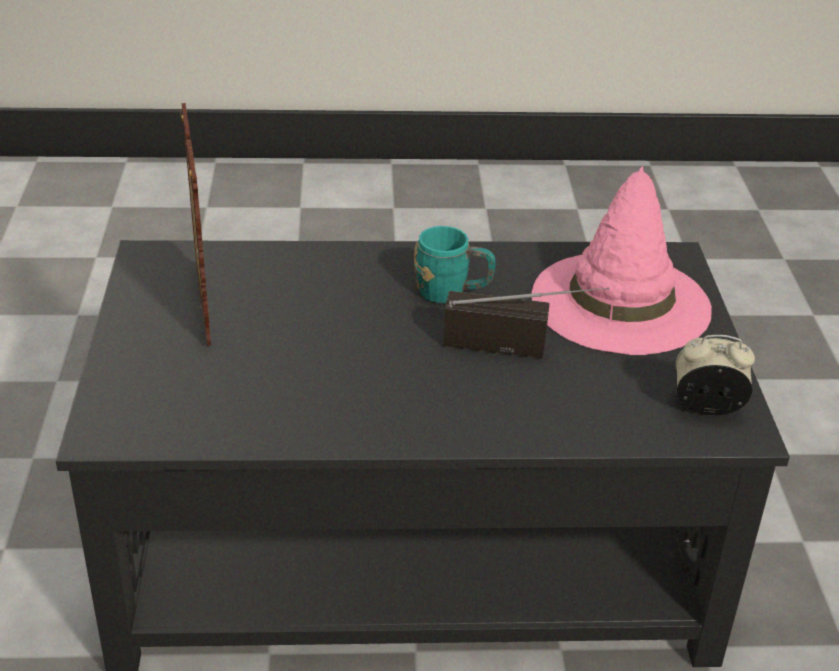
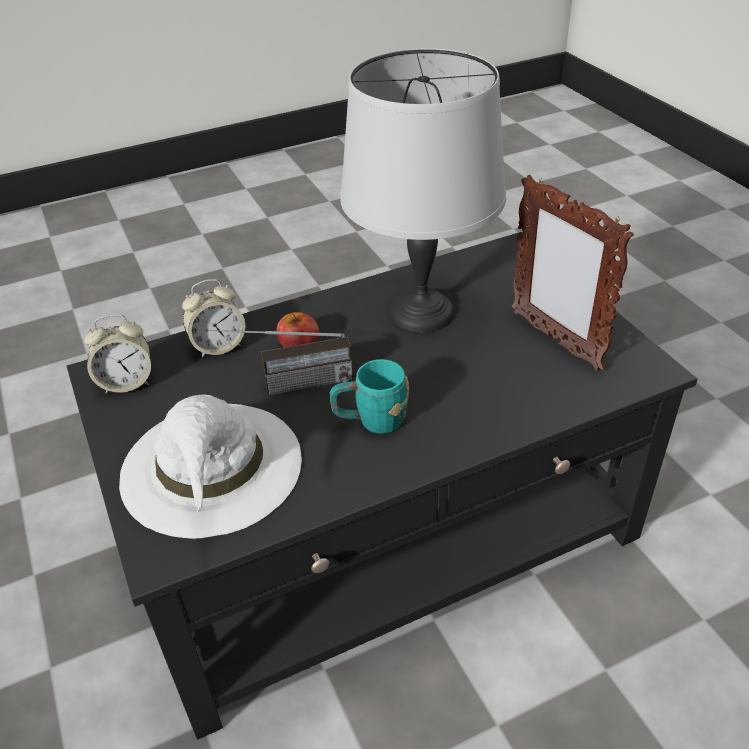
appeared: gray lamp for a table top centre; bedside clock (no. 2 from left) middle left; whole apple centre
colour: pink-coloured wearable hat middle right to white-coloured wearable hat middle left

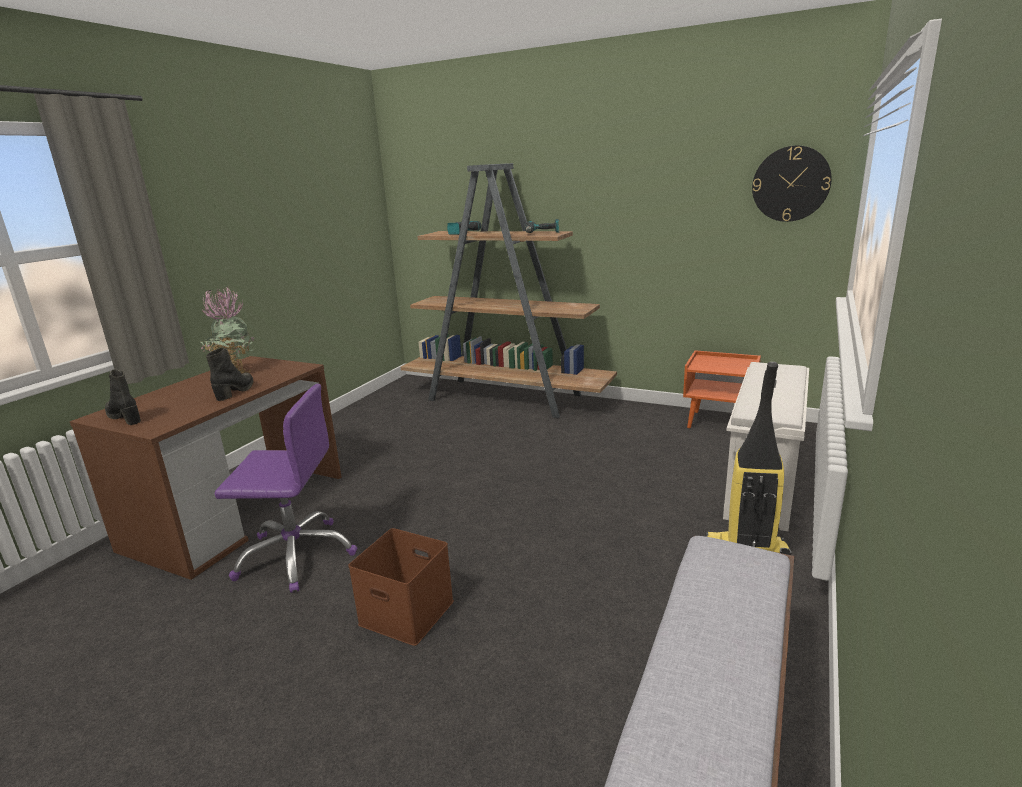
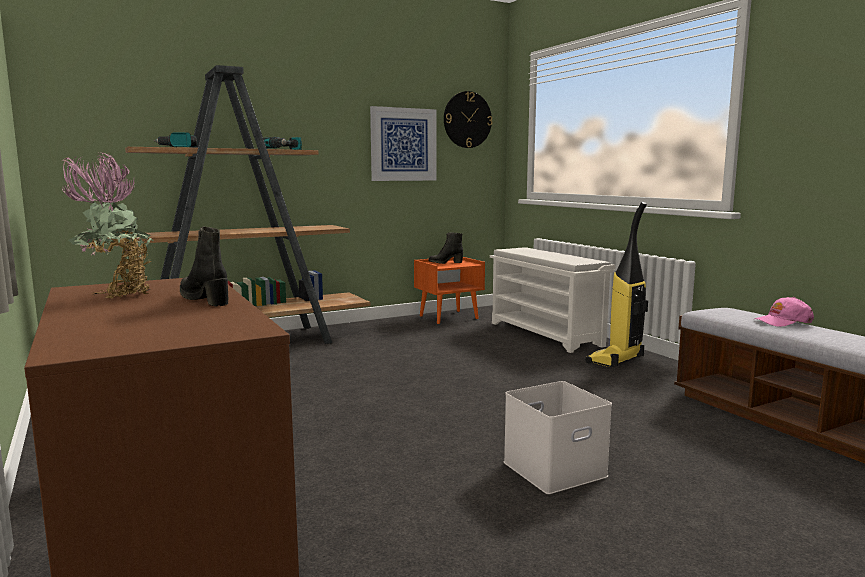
missing: purple desk chair middle left
appeared: wall art top centre; pink-coloured peaked cap middle right
relocated: black boot (no. 1 from left in the first image) middle left to black boot (no. 2 from left) centre
colour: brownish storage box bottom centre to white-coloured storage box bottom centre

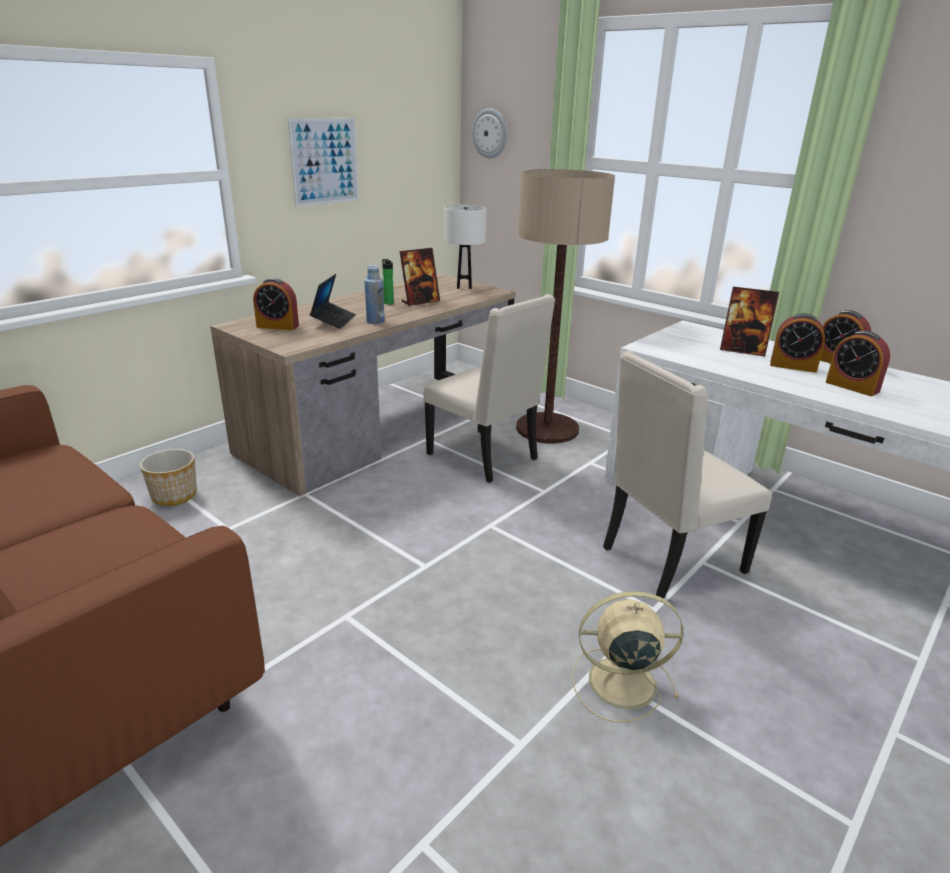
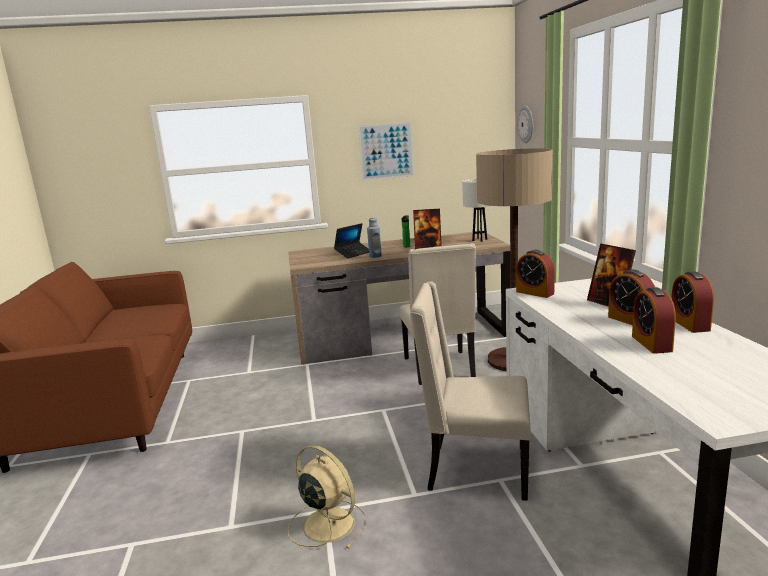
missing: flower pot middle left
relocated: bedside clock (no. 1 from left) middle left to middle right

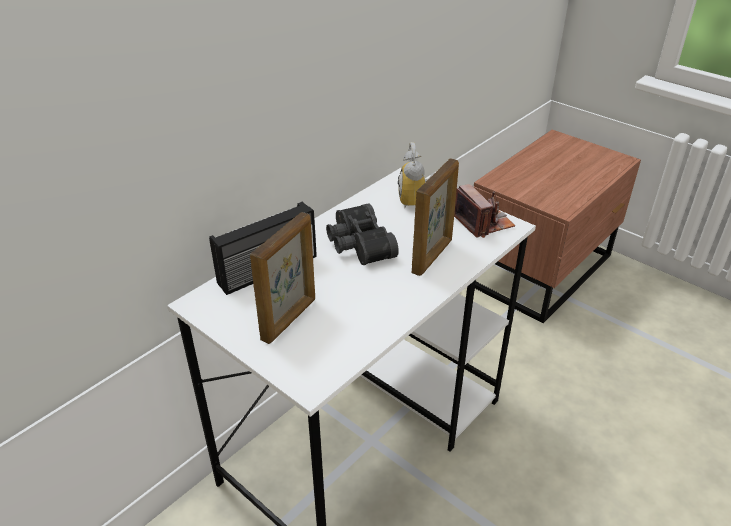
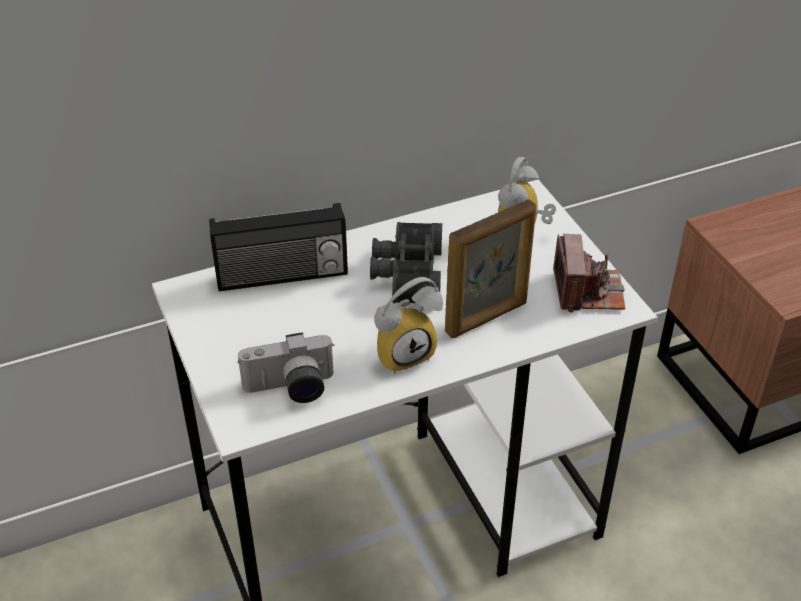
missing: standing frame (no. 1 from left) centre
appeared: bedside clock (no. 1 from left) centre; photo camera (no. 1 from left) centre

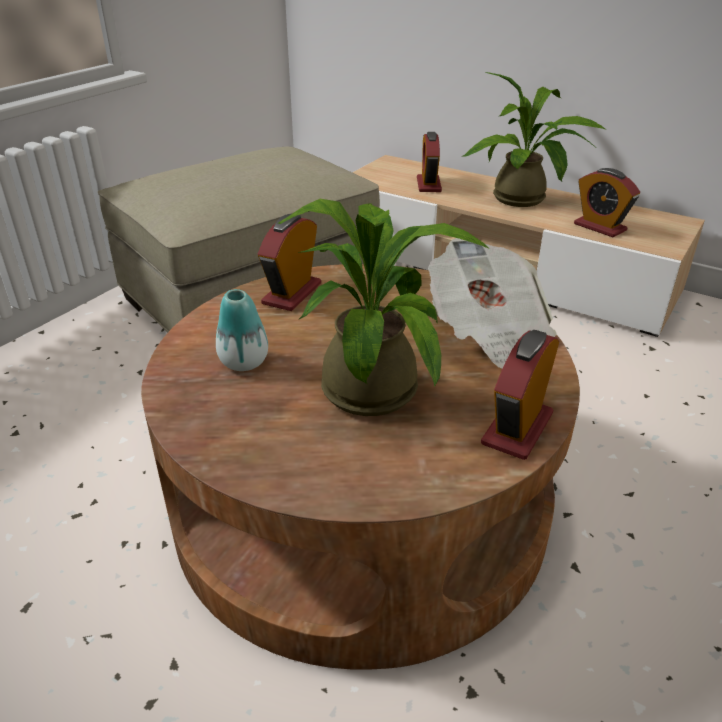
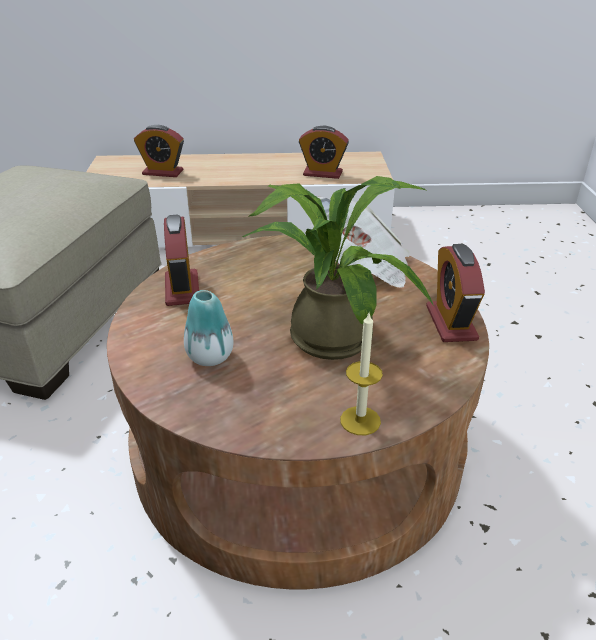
missing: potted plant (no. 2 from left) top right
appeared: candle centre
spun: bedside clock (no. 2 from left in the first image) top centre = top left 45 degrees counterclockwise

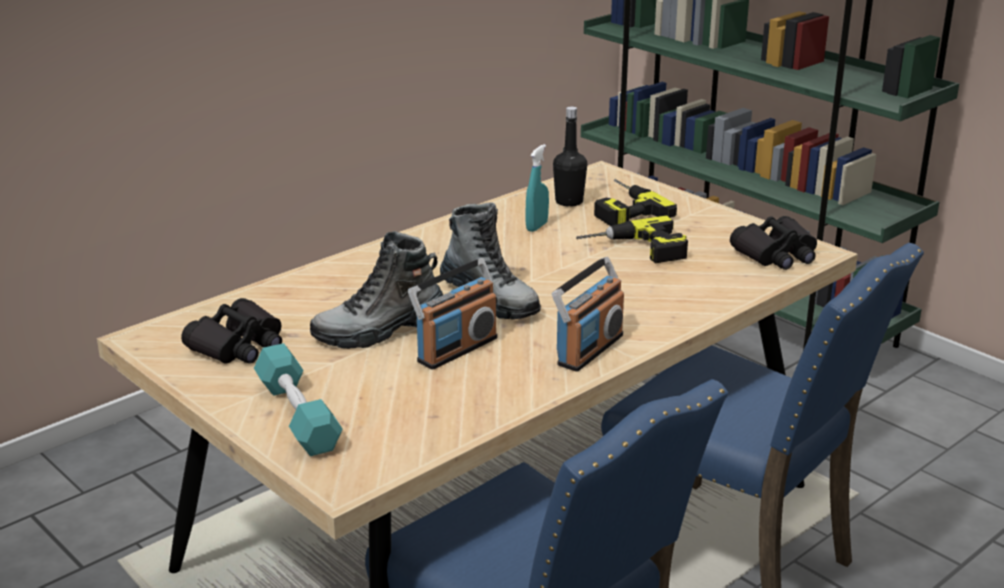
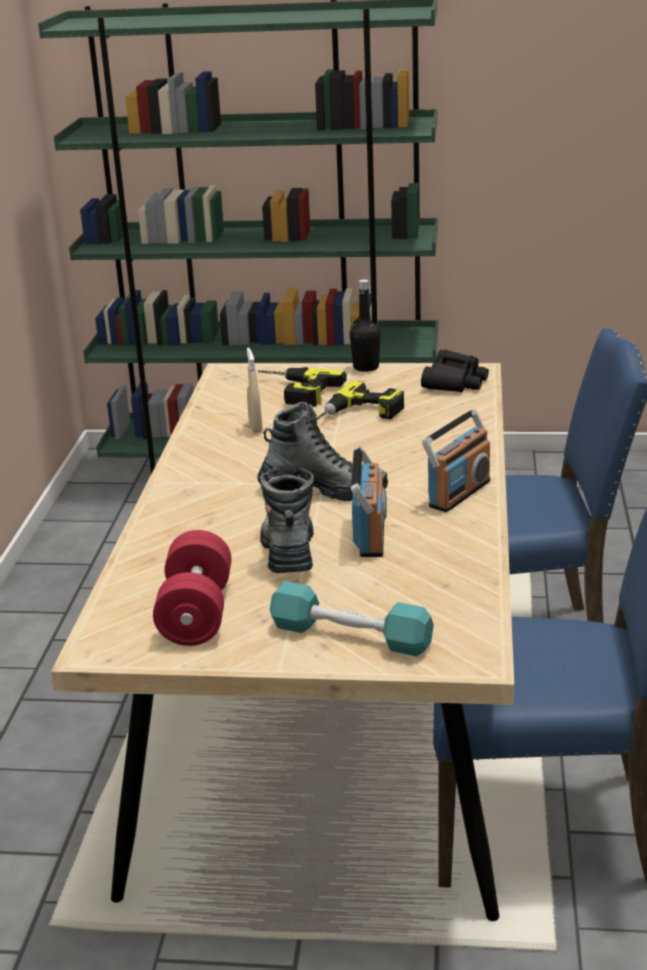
relocated: black drink bottle top centre to centre
exchanged: black field glasses (no. 1 from left) middle left to red dumbbell middle left
colour: turquoise-coloured spray bottle top centre to beige spray bottle centre
spun: boot (no. 1 from left) centre = centre 150 degrees clockwise; radio set (no. 2 from left) centre = middle right 45 degrees clockwise

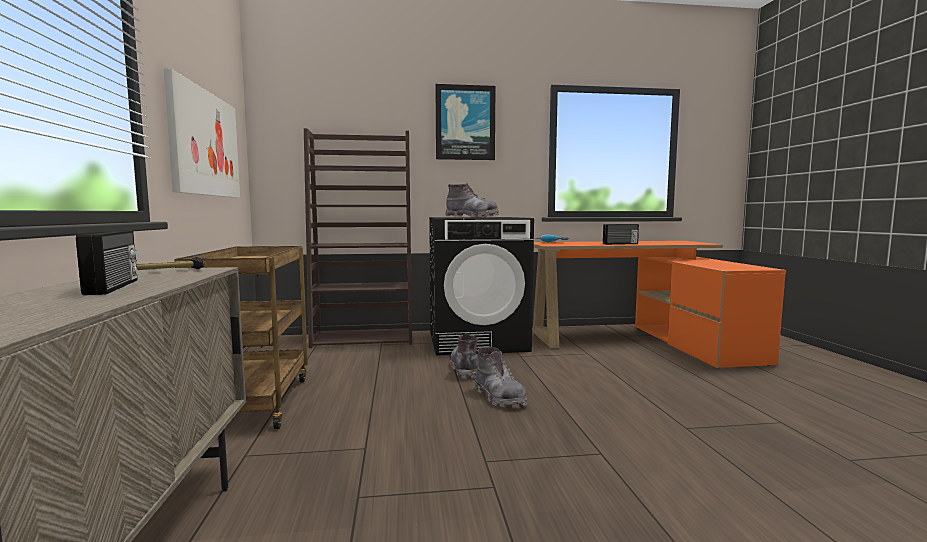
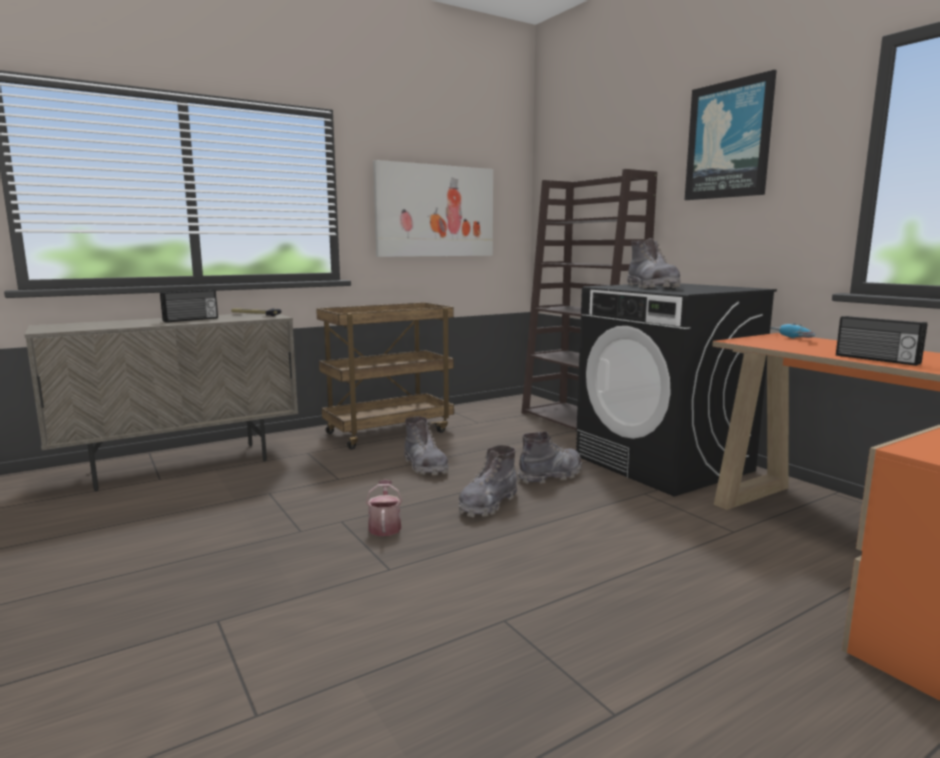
appeared: gray boot (no. 1 from left) centre; sprinkling can bottom centre

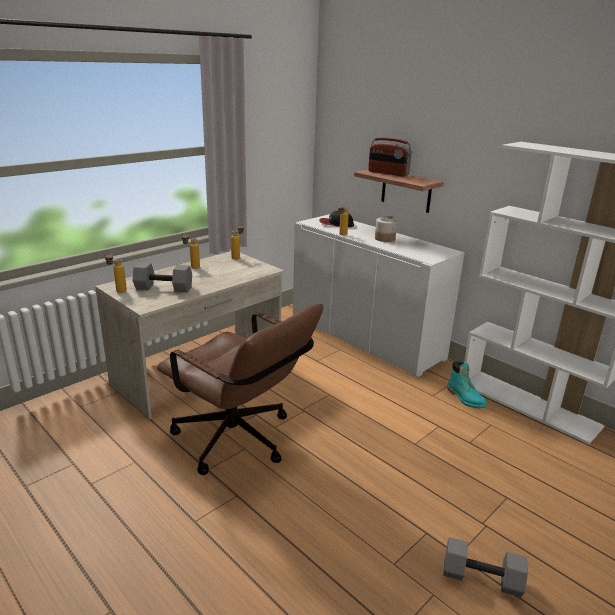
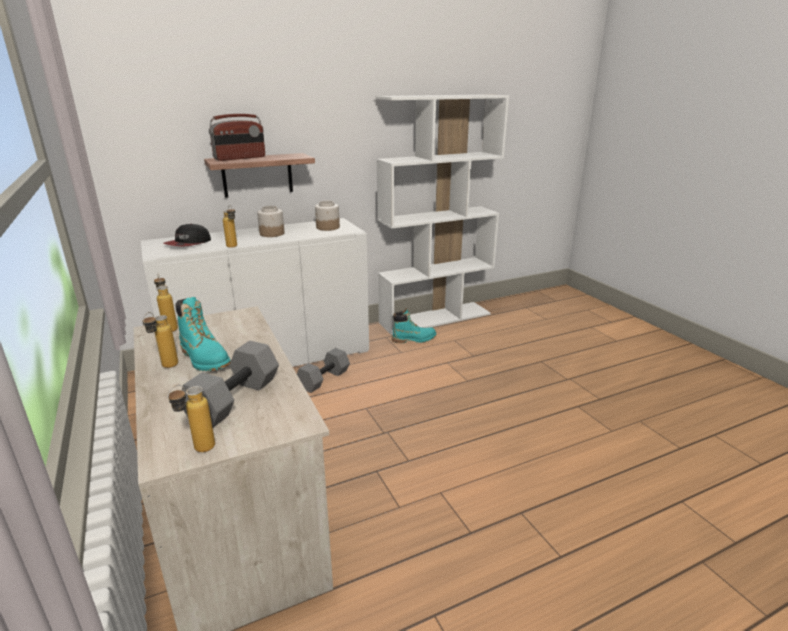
missing: brownish desk chair centre
appeared: jar (no. 2 from left) centre; turquoise-coloured boot (no. 1 from left) middle left
relocated: gray dumbbell (no. 2 from left) bottom right to centre

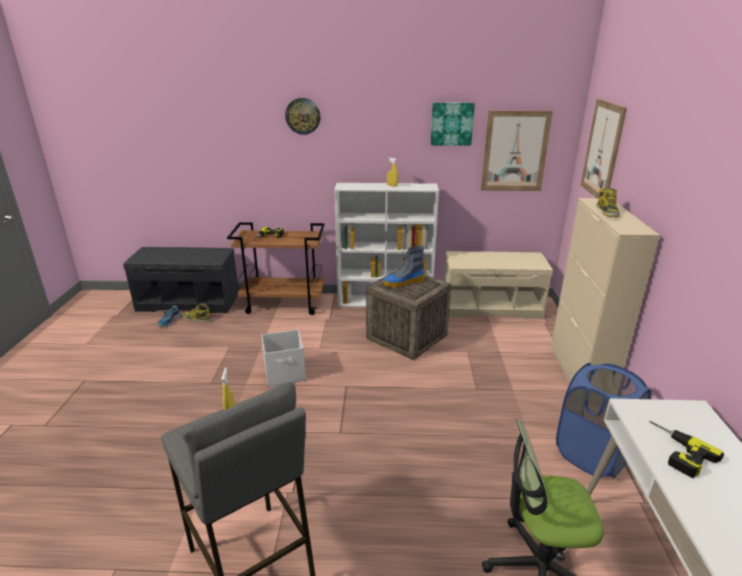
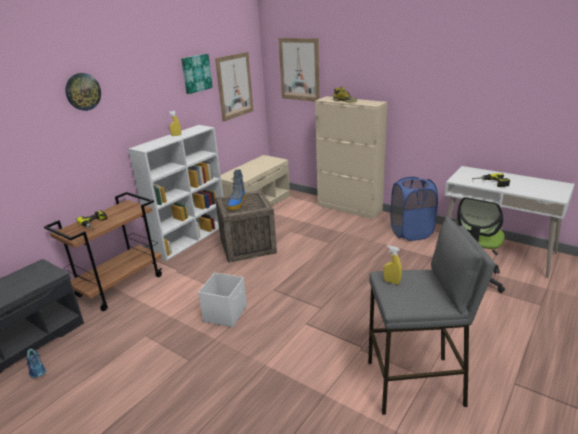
missing: boot (no. 1 from left) middle left

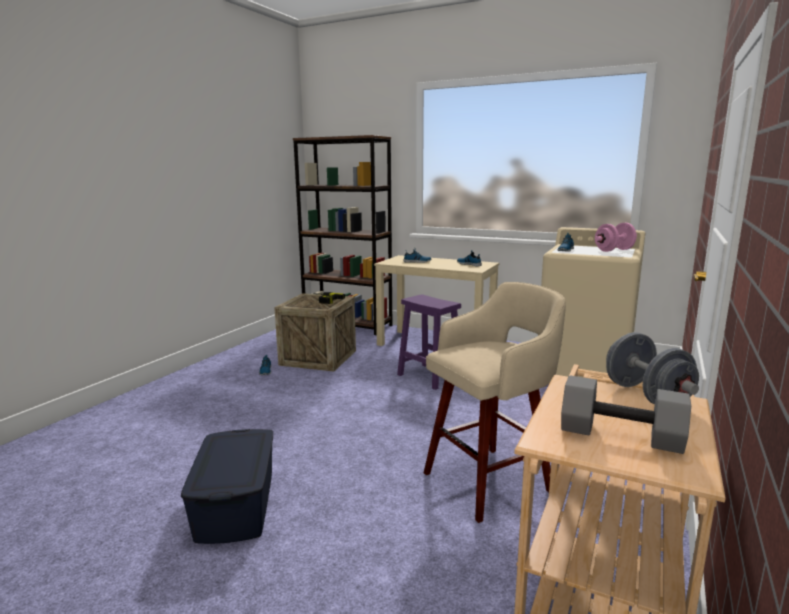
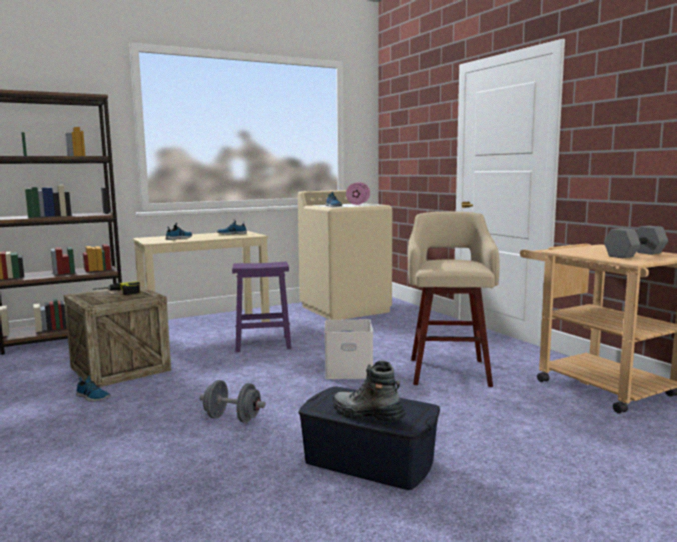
appeared: white-coloured storage box centre; boot bottom centre
relocated: gray dumbbell (no. 2 from left in the first image) middle right to gray dumbbell (no. 1 from left) bottom centre

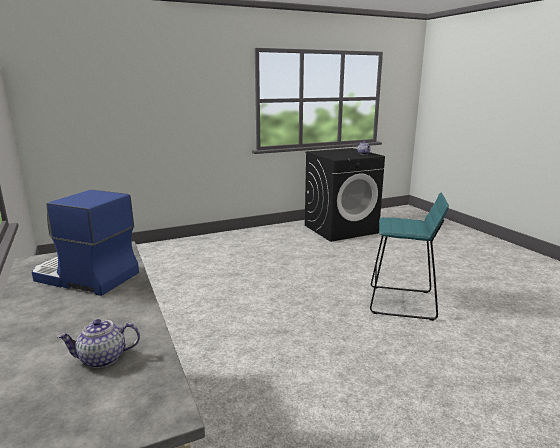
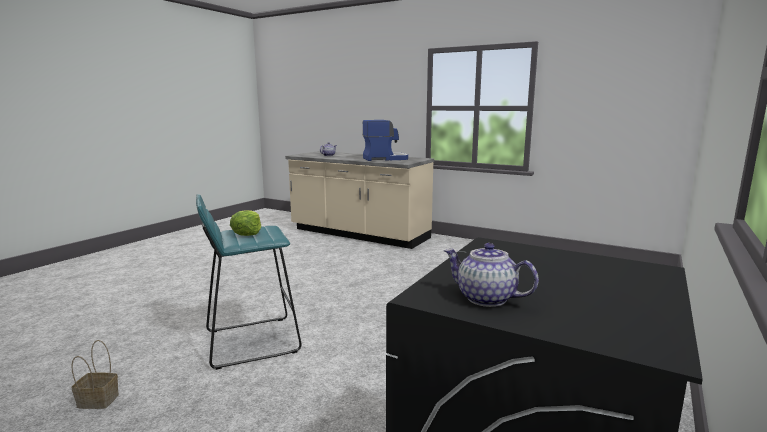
appeared: lettuce middle left; household basket bottom left

